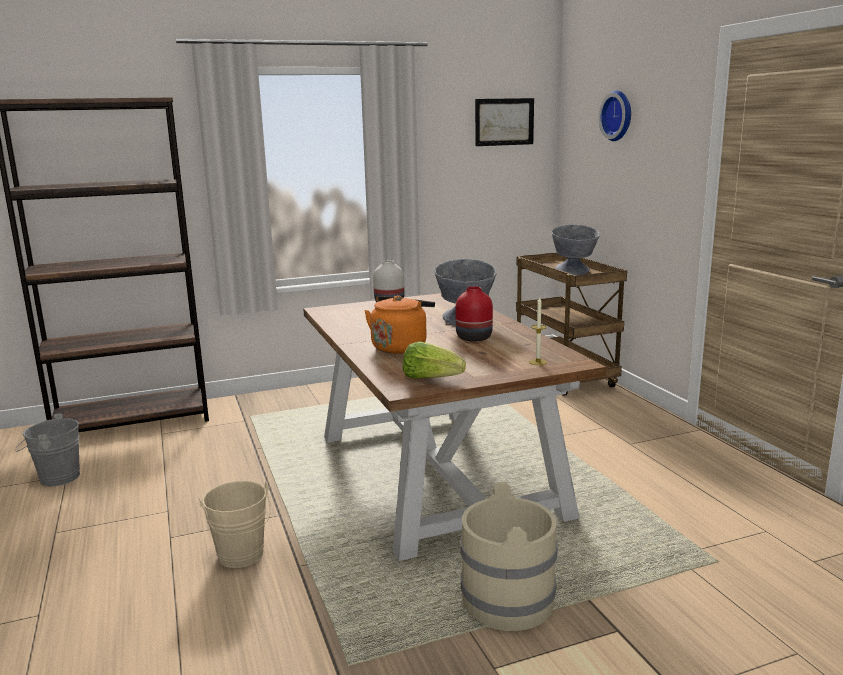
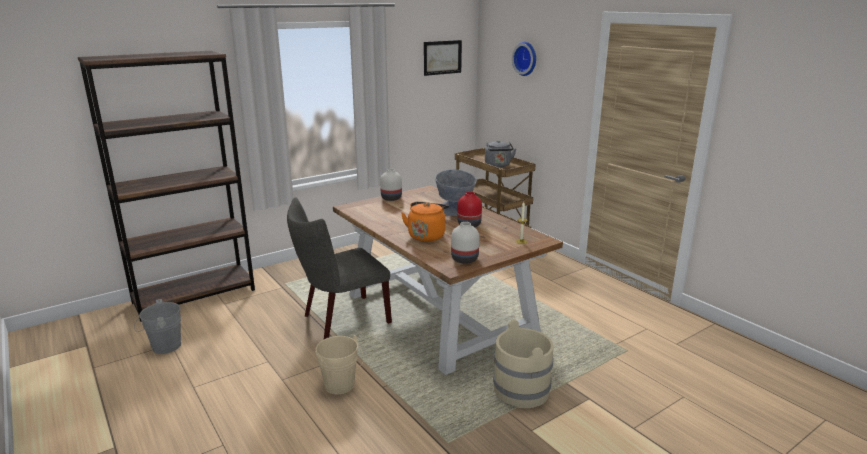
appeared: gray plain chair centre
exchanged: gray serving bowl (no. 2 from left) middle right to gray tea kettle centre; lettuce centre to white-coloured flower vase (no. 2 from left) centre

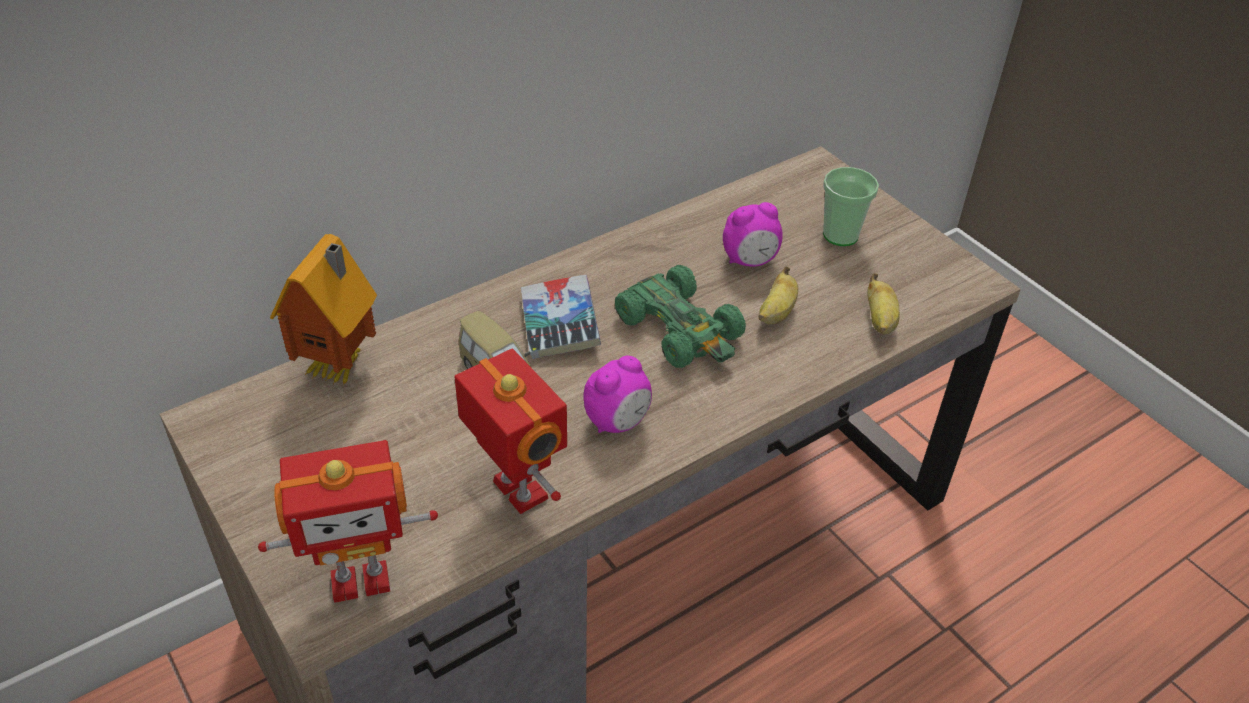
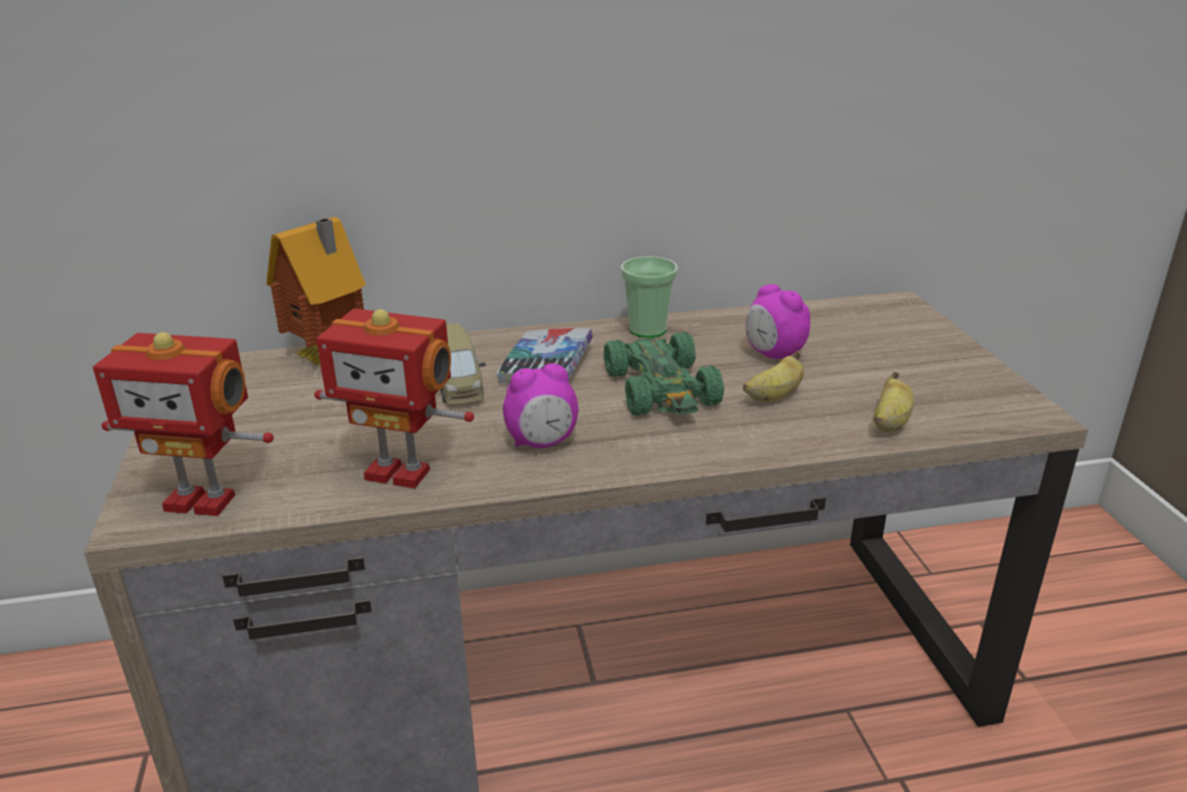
relocated: small cup top right to centre
spun: bedside clock (no. 2 from left) top centre = centre 45 degrees clockwise; model robot (no. 2 from left) centre = middle left 120 degrees clockwise

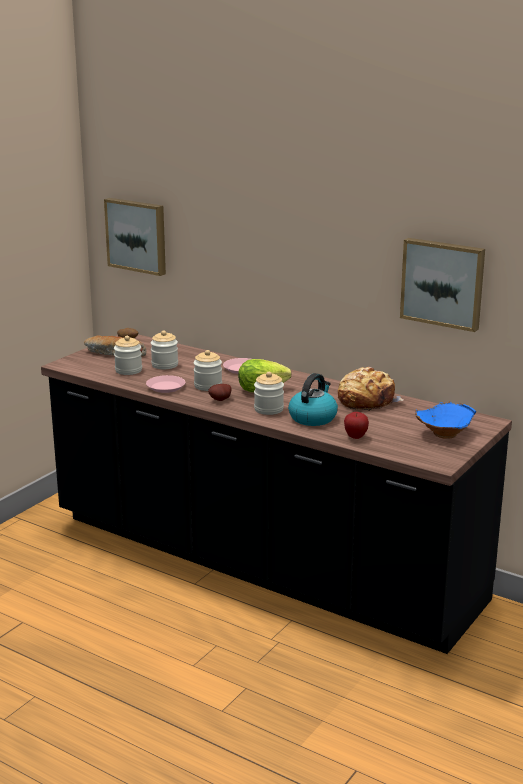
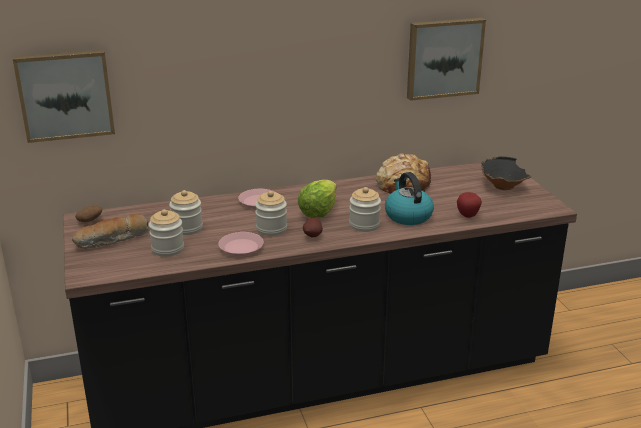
colour: blue serving bowl middle right to black serving bowl middle right

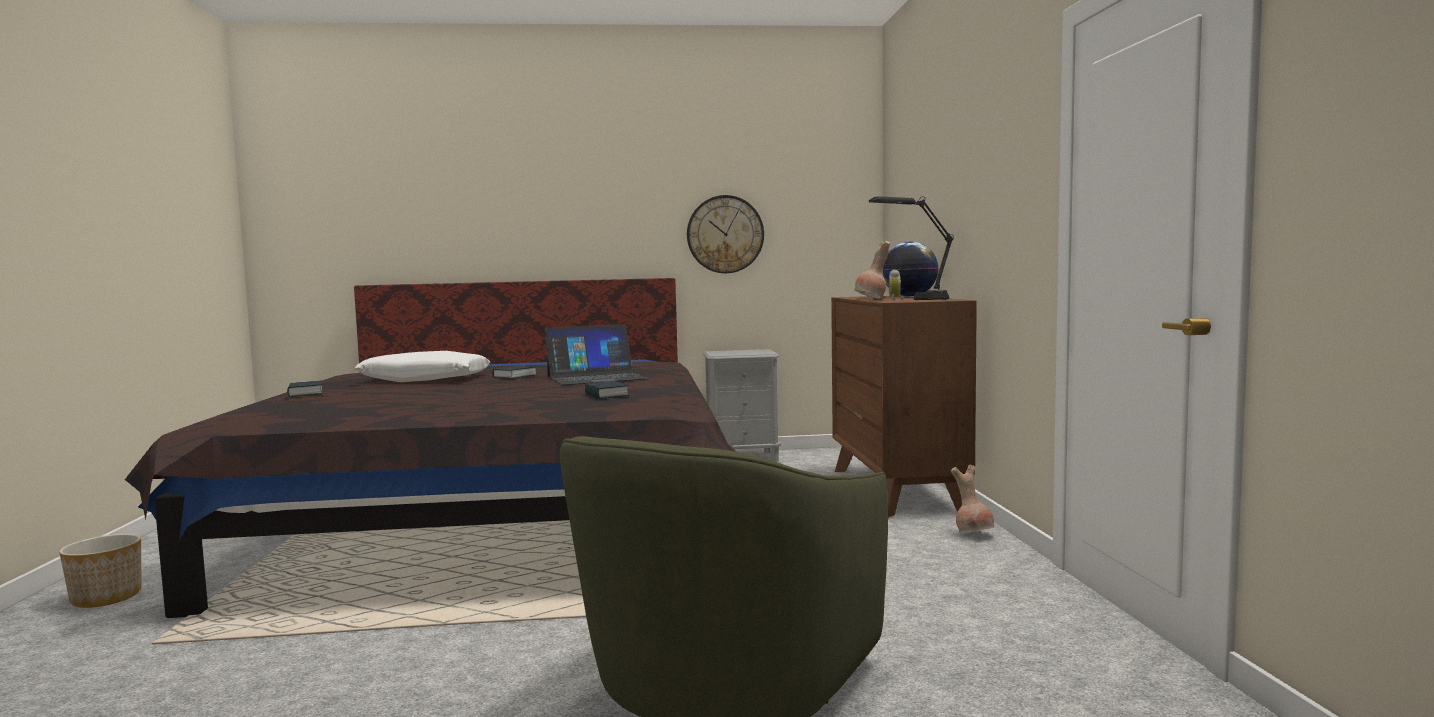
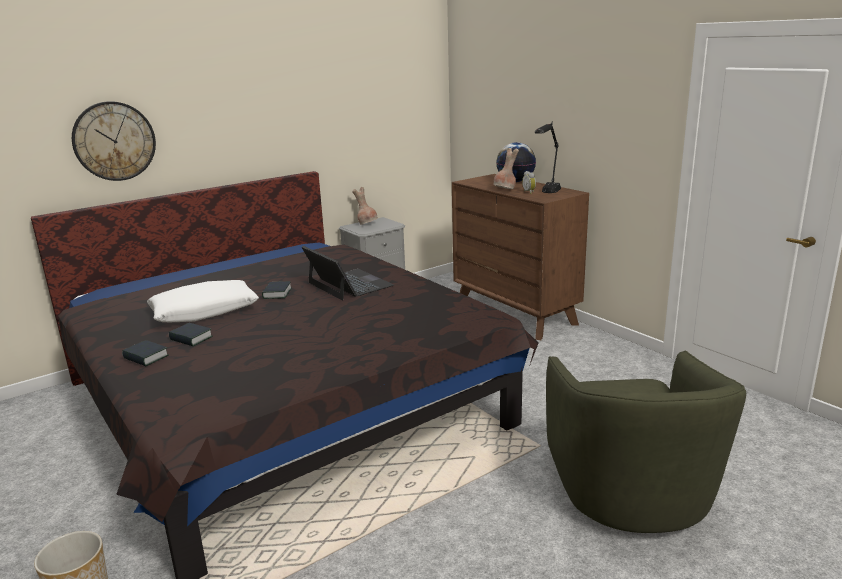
relocated: hanging clock top centre to top left; bound book (no. 3 from left in the first image) centre to bound book (no. 2 from left) middle left; brownish flower vase (no. 2 from left in the first image) bottom right to brownish flower vase (no. 1 from left) centre
spun: notebook computer centre = centre 75 degrees counterclockwise

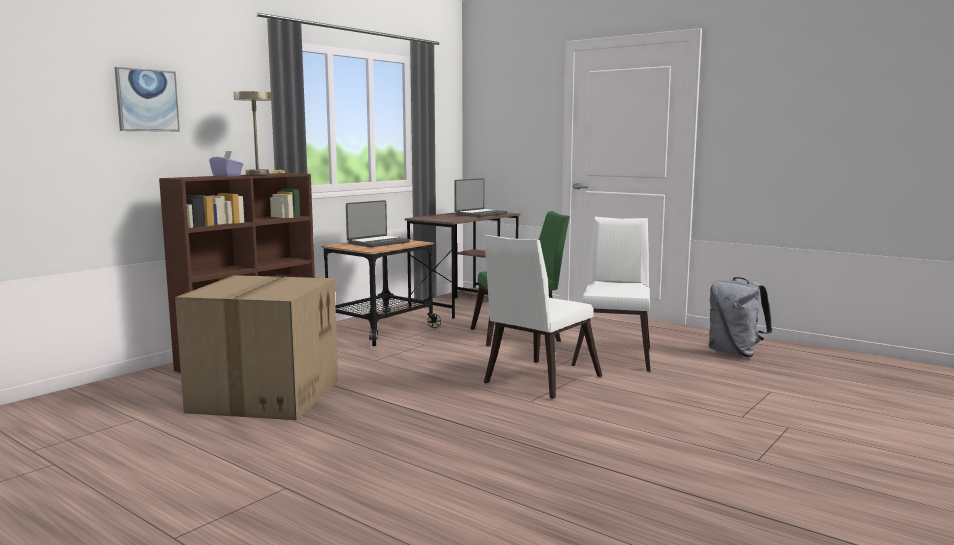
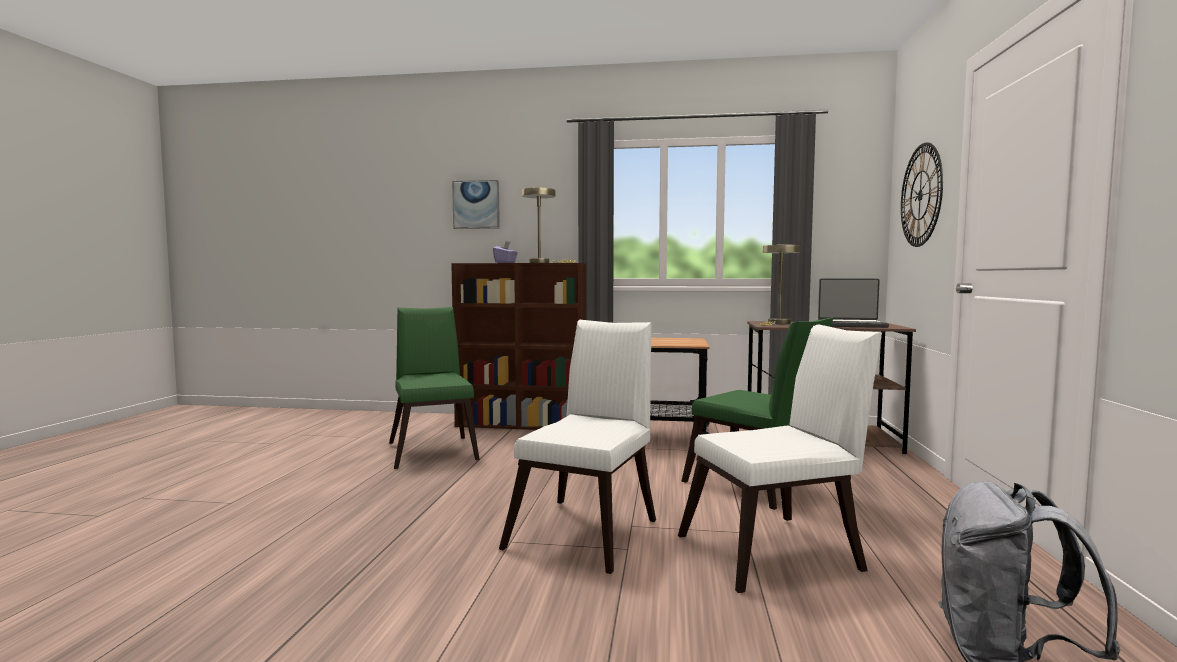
missing: notebook computer (no. 1 from left) centre
appeared: hanging clock top right; beige lamp for a table (no. 2 from left) centre
exchanged: packing box middle left to greenish plain chair (no. 1 from left) centre
spun: white-coloured plain chair (no. 1 from left) centre = bottom centre 105 degrees clockwise

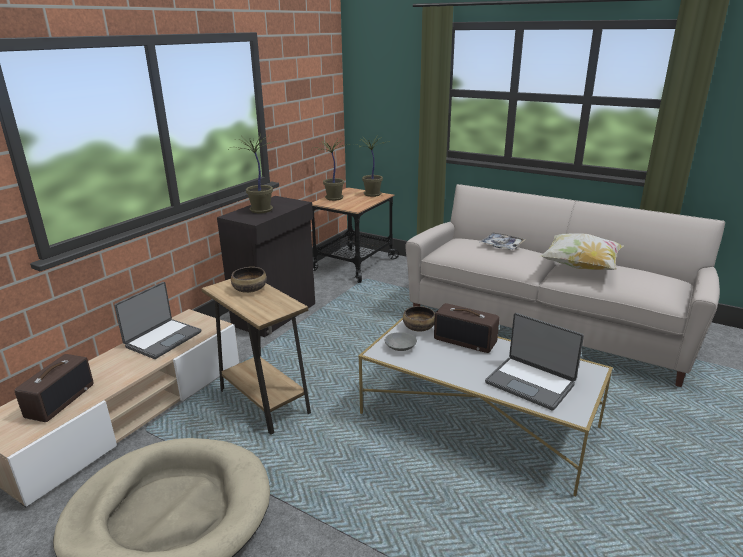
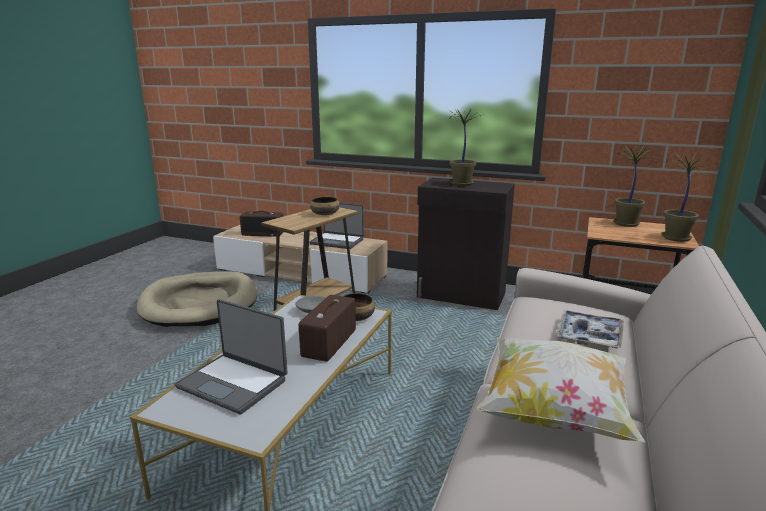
spun: notebook computer (no. 2 from left in the first image) middle right = bottom left 90 degrees counterclockwise

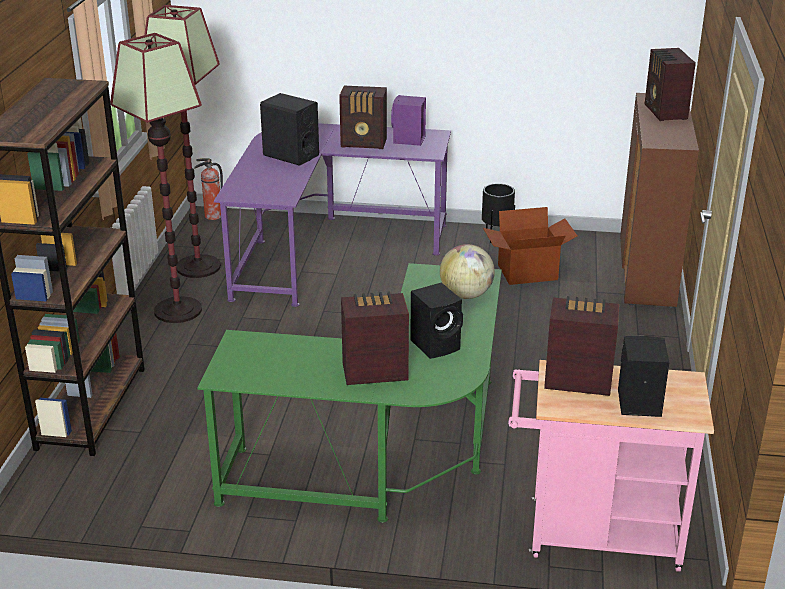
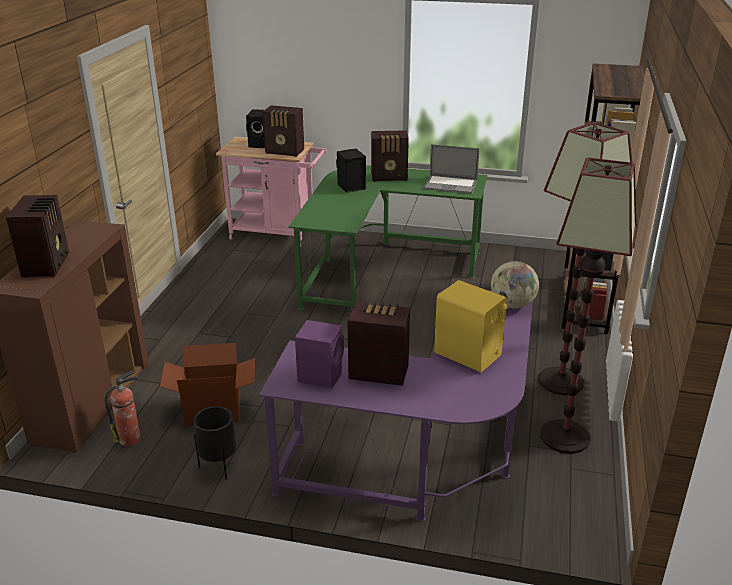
appeared: notebook computer top centre
relocated: extinguisher top left to bottom left; world globe centre to middle right
colour: black speaker (no. 1 from left) top centre to yellowish speaker centre

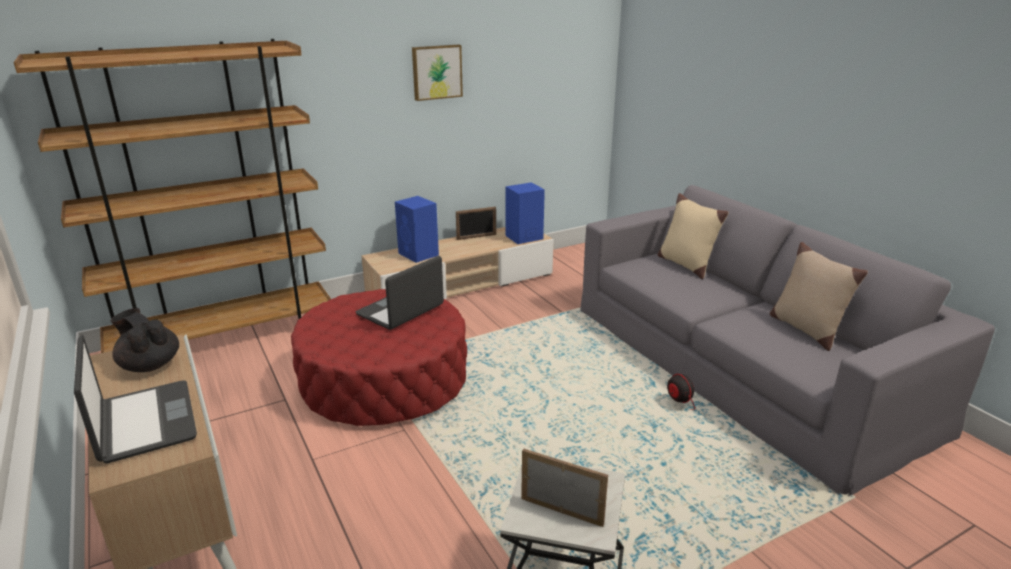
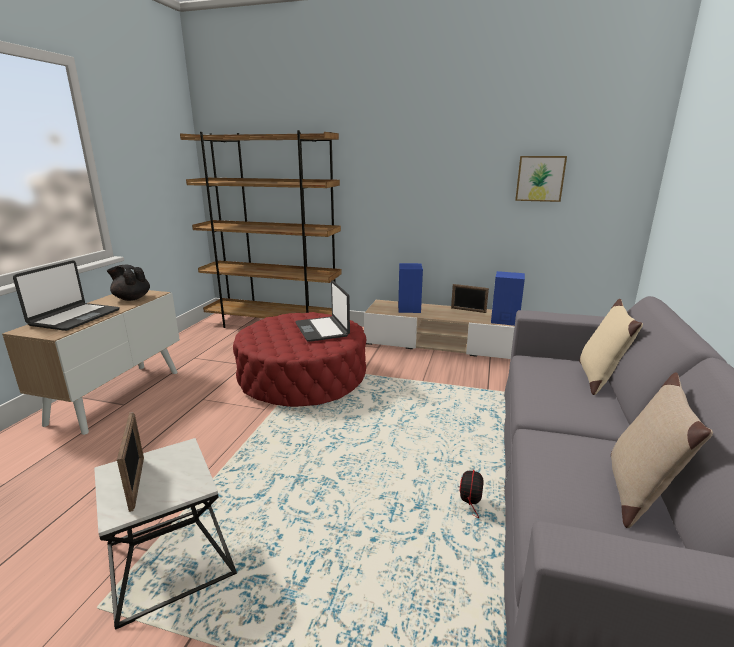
relocated: wall art top centre to top right
spun: notebook computer (no. 2 from left) centre = centre 105 degrees counterclockwise; black tea pot middle left = middle left 60 degrees counterclockwise

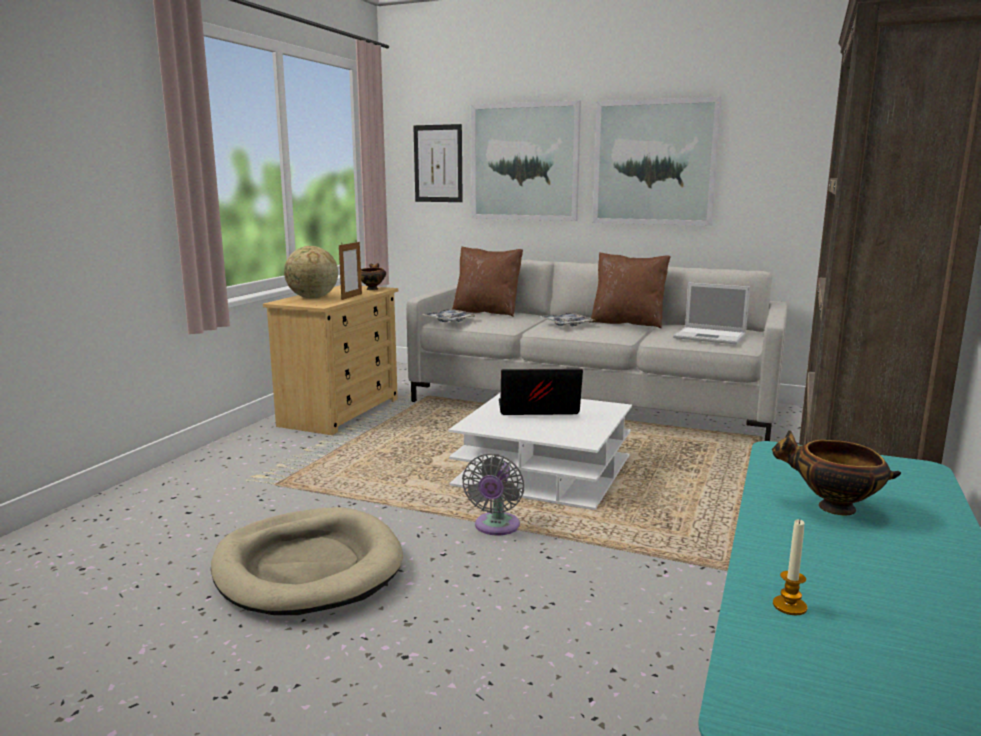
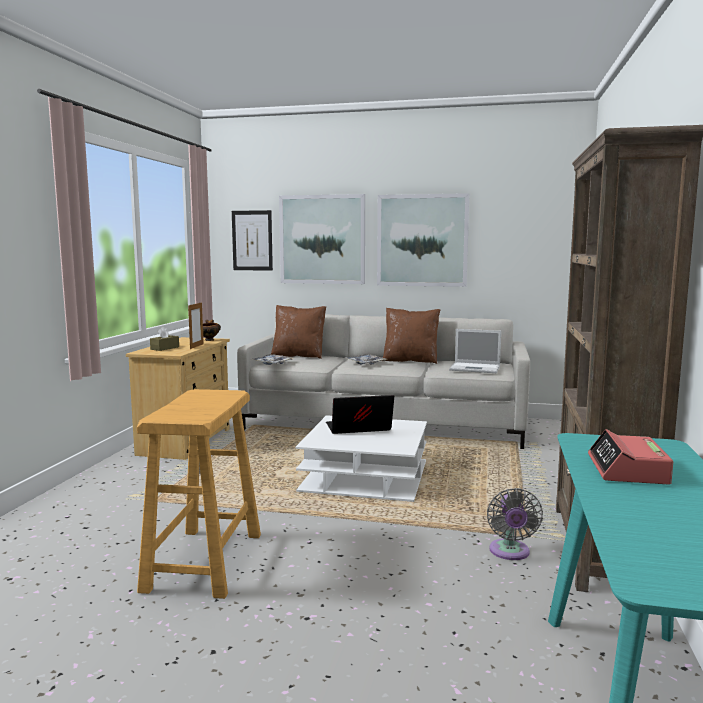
missing: candle bottom right
relocated: gray fan bottom centre to bottom right
exchanged: world globe middle left to brownish box of tissues middle left; serving bowl (no. 2 from left) middle right to bedside clock middle right; beige dog cushion bottom left to beige sitting stool bottom left

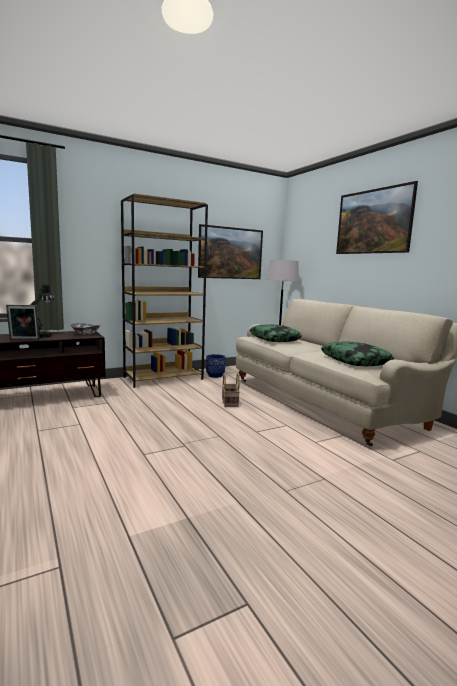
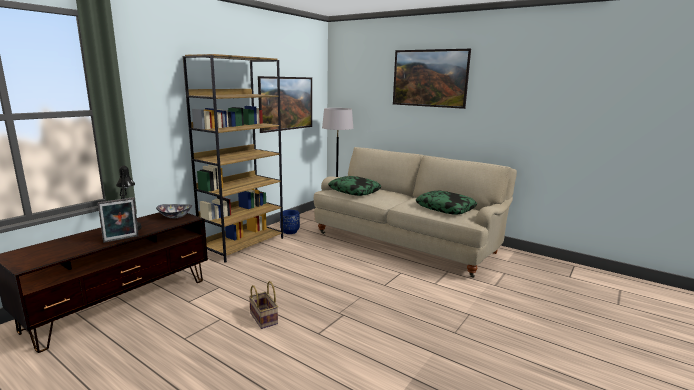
relocated: household basket centre to bottom centre

